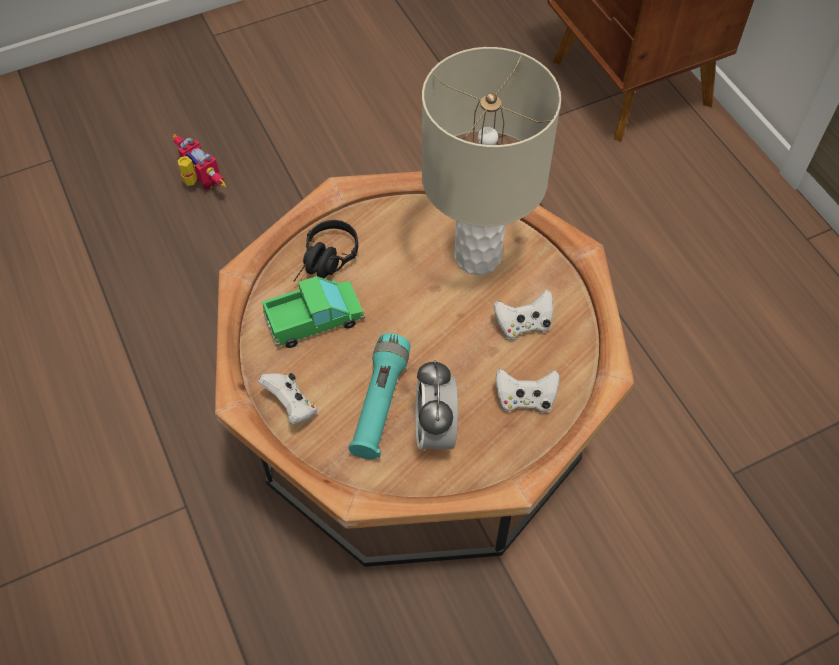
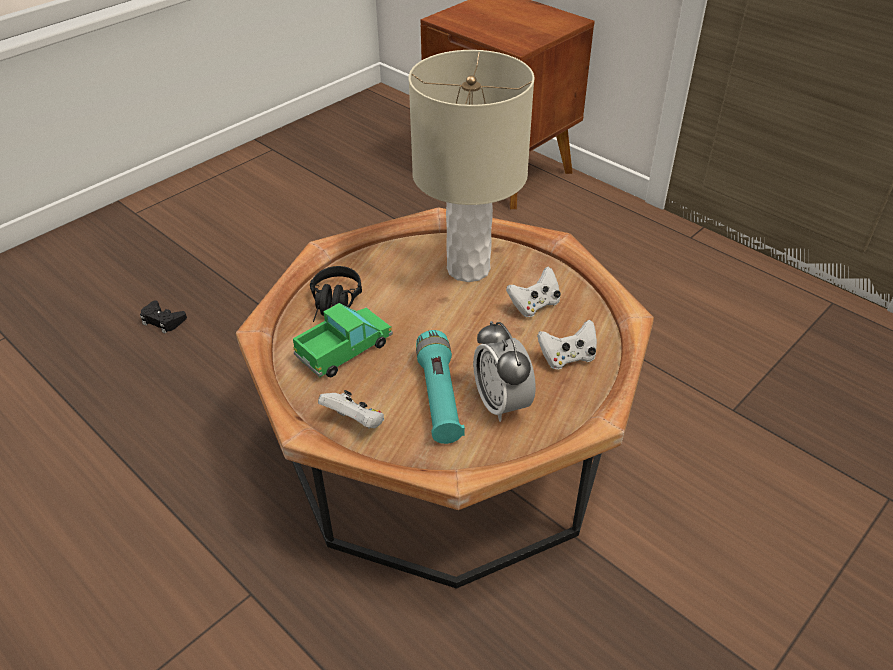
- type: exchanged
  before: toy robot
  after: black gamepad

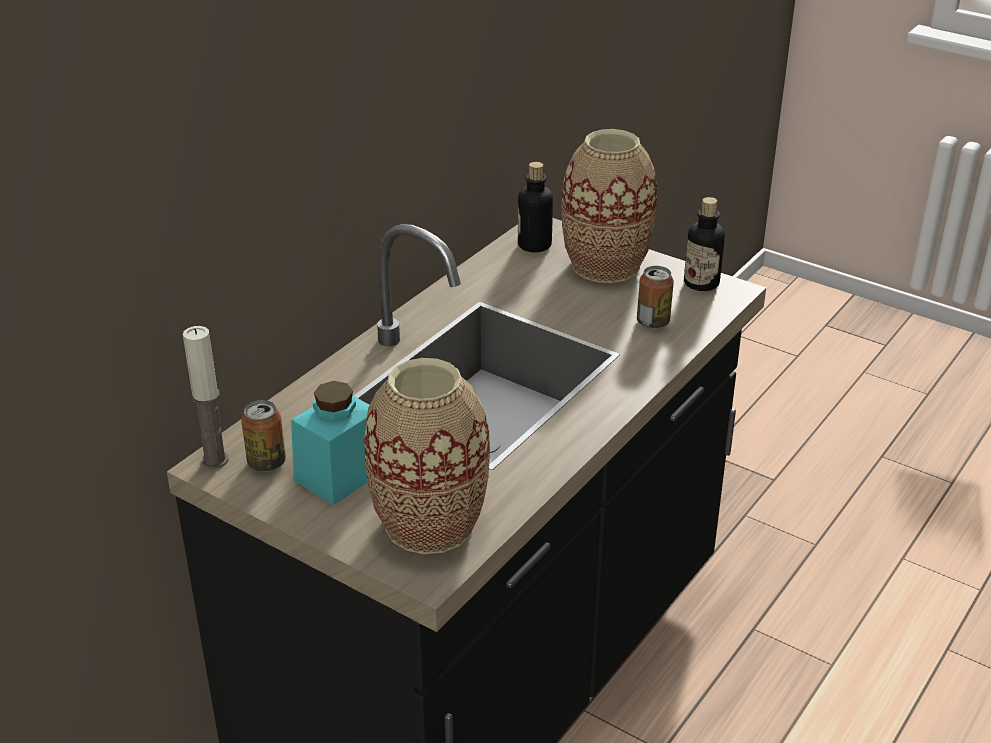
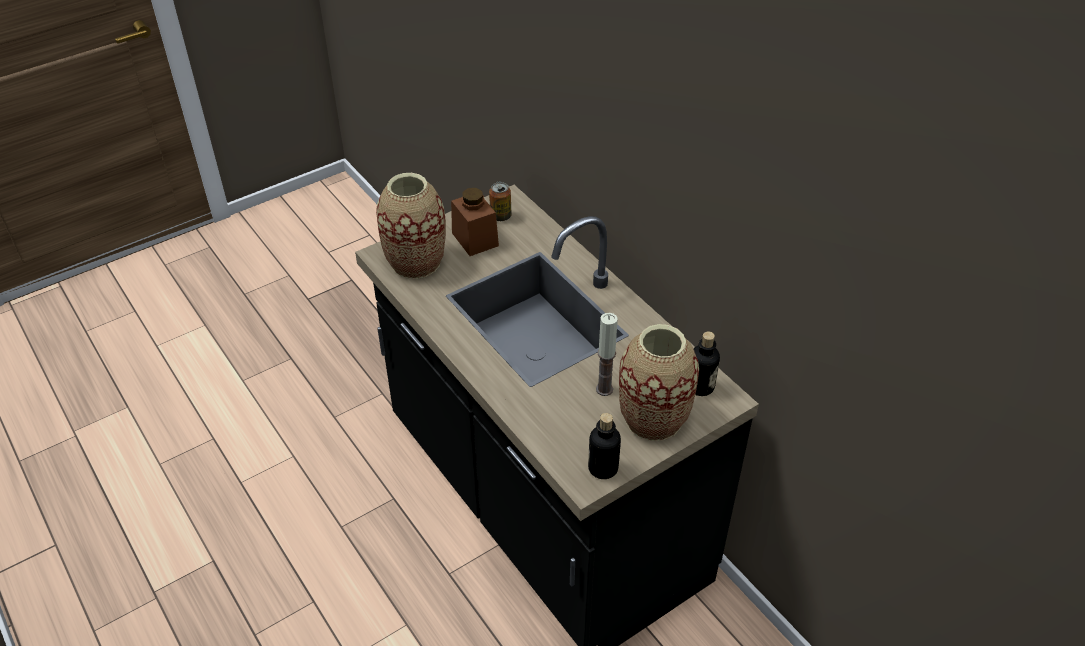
- type: colour
  before: blue-green storage jar
  after: brownish storage jar
- type: relocated
  before: candle
- type: missing
  before: metal can (no. 2 from left)

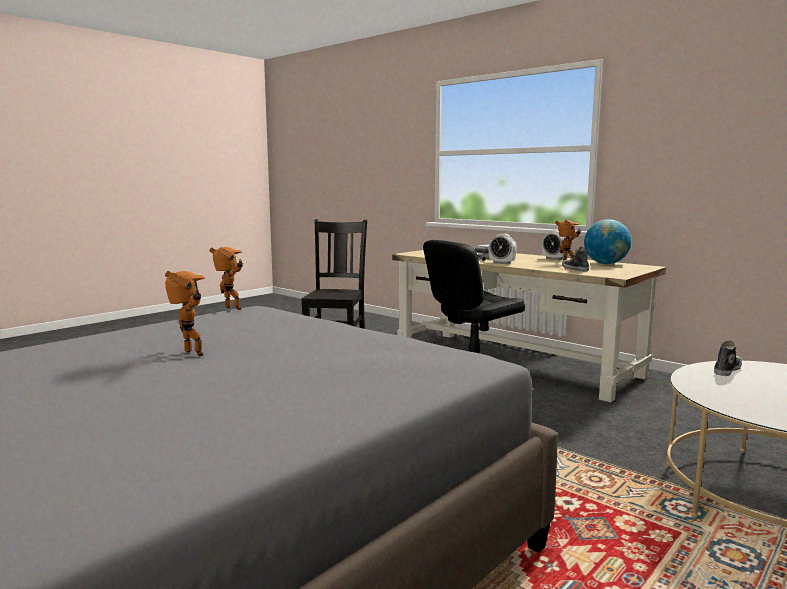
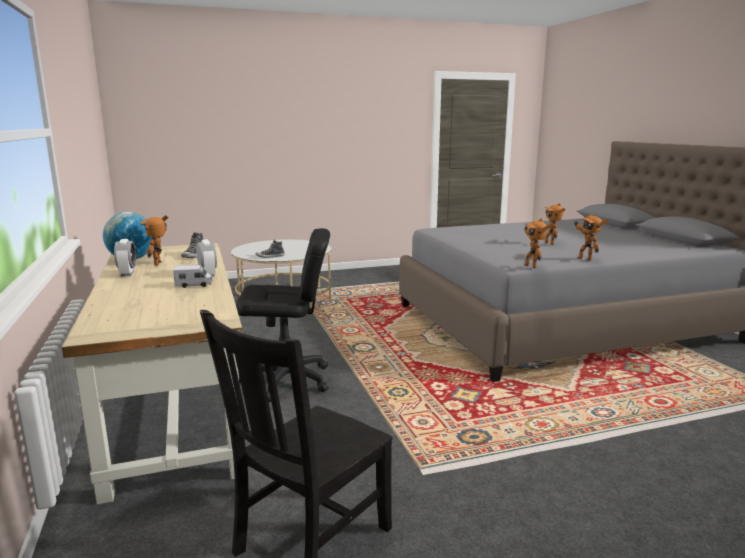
- type: appeared
  after: toy robot (no. 4 from left)

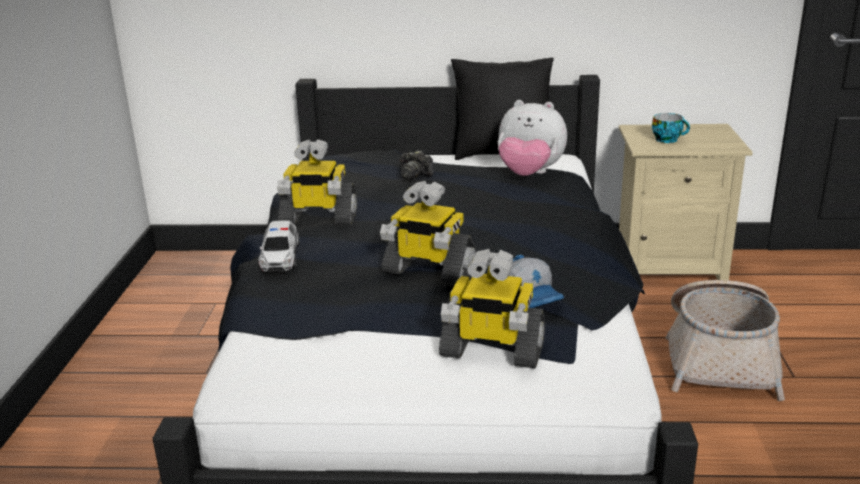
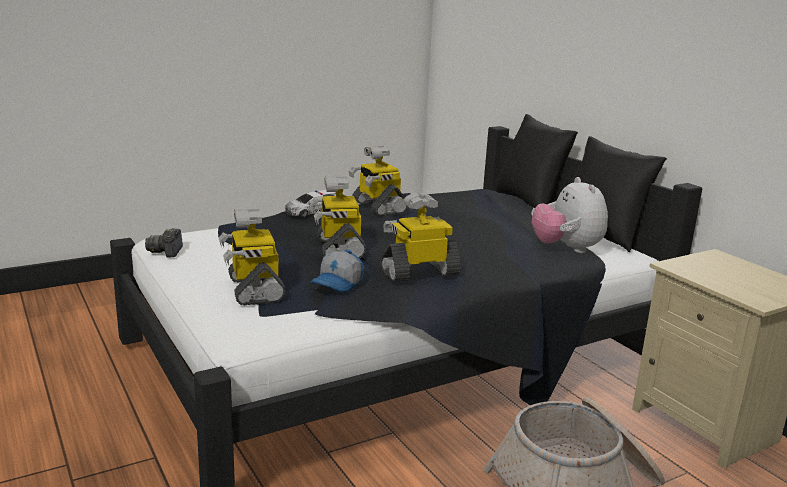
- type: relocated
  before: photo camera
- type: appeared
  after: toy robot (no. 4 from left)
- type: appeared
  after: black pillow (no. 1 from left)
- type: missing
  before: cup

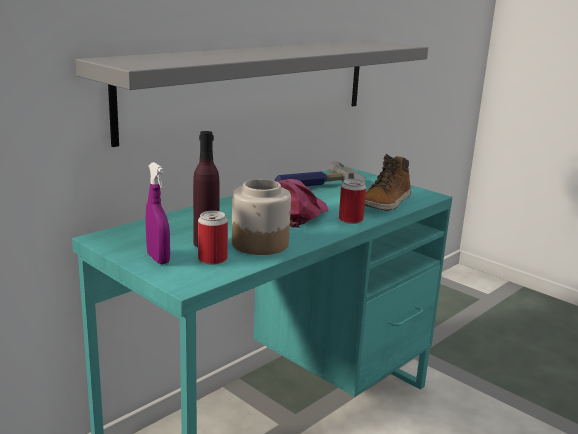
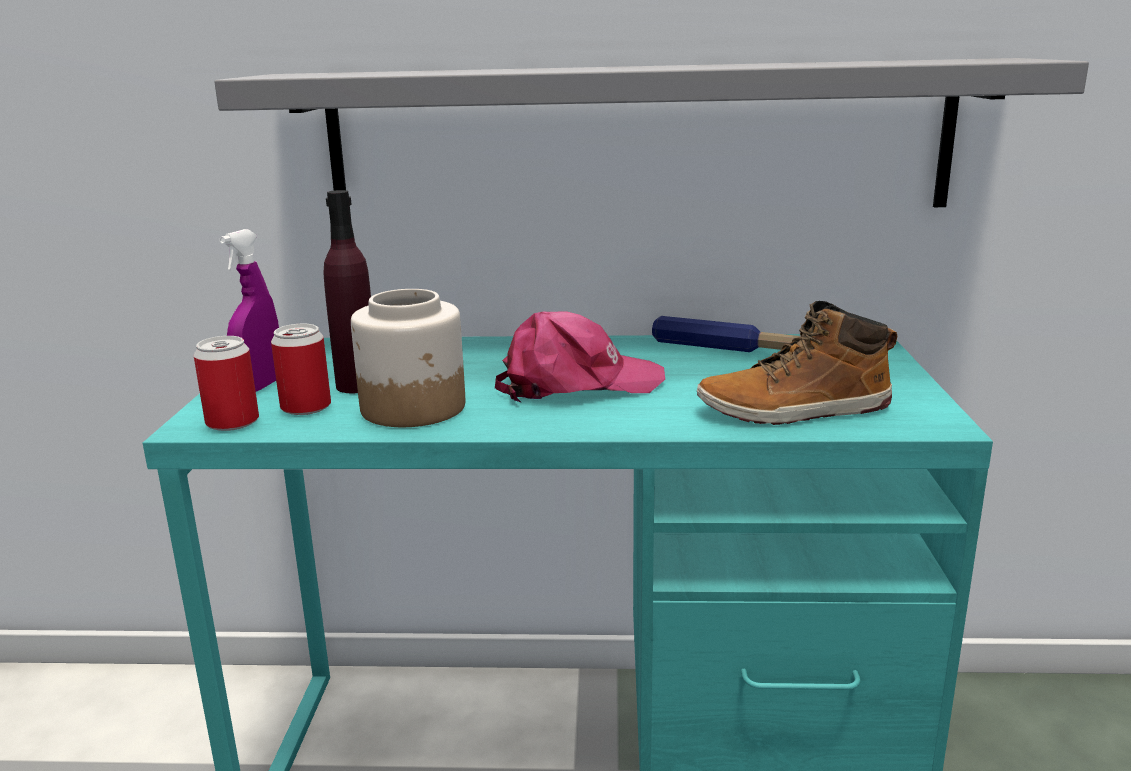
- type: relocated
  before: metal can (no. 2 from left in the first image)
  after: metal can (no. 1 from left)

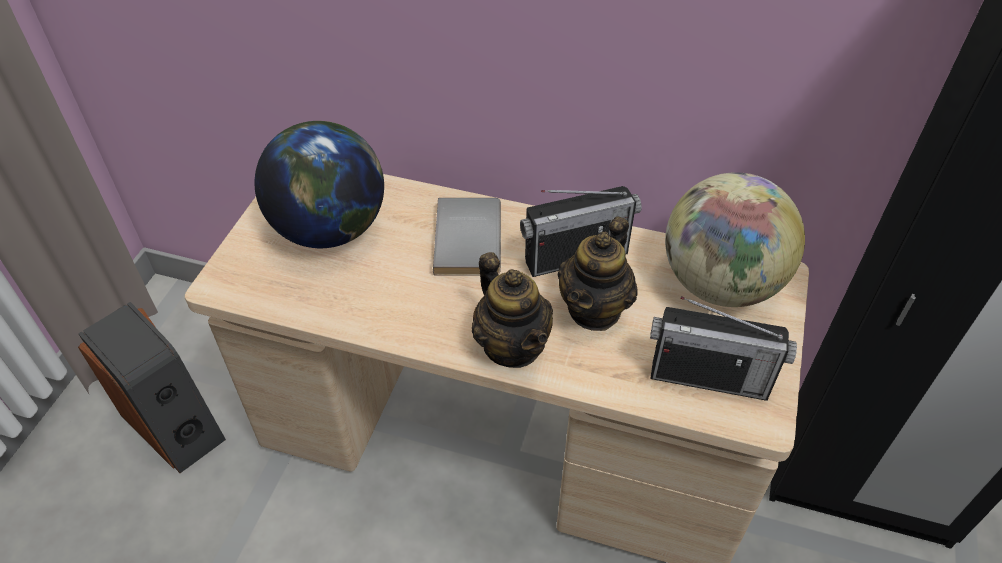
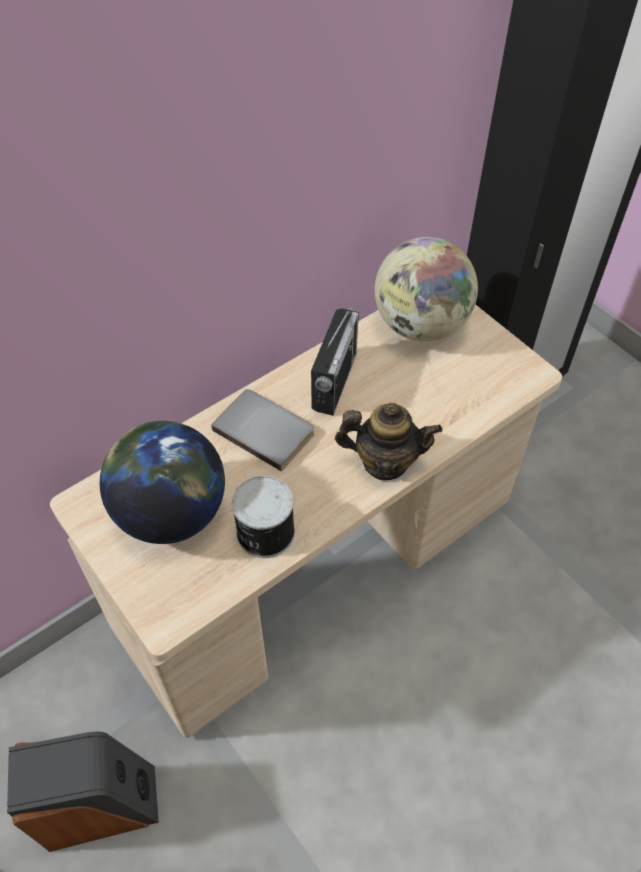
- type: appeared
  after: metal can
- type: missing
  before: pot for tea (no. 2 from left)
- type: missing
  before: radio set (no. 2 from left)

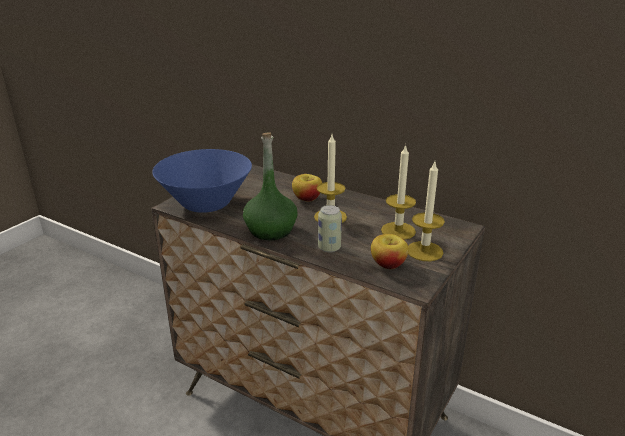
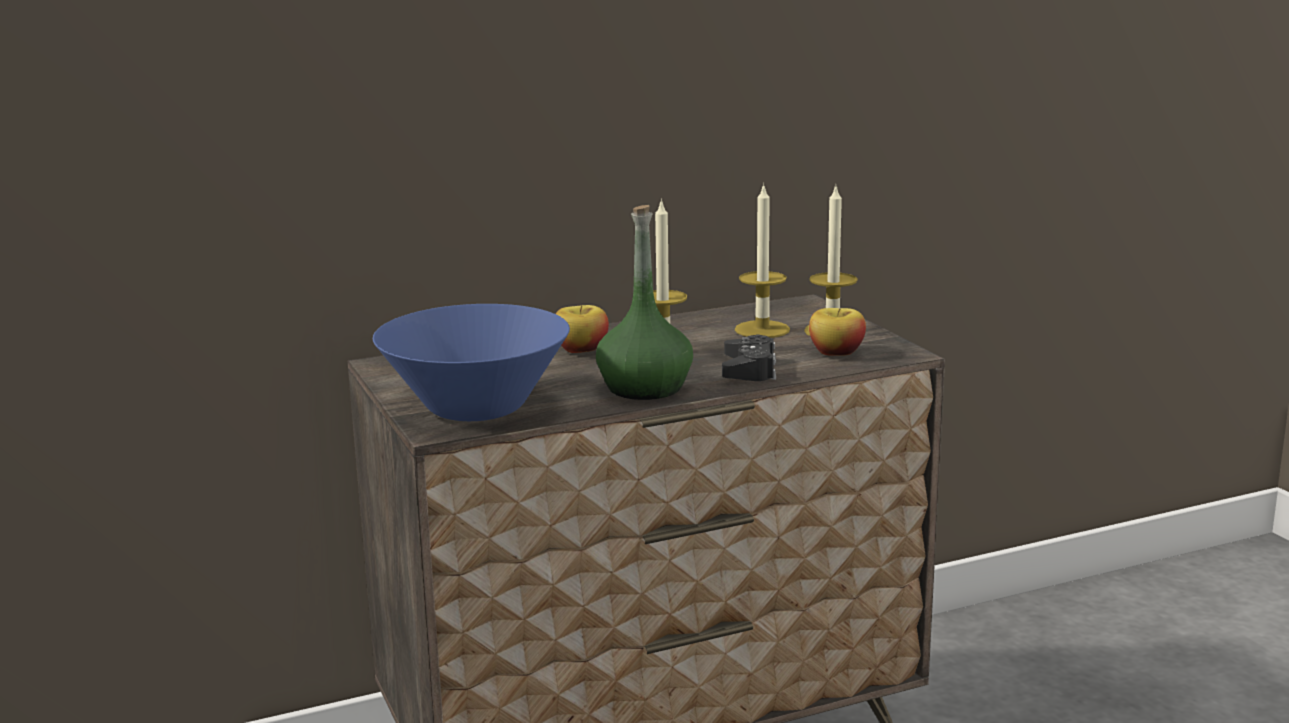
- type: exchanged
  before: metal can
  after: black gamepad

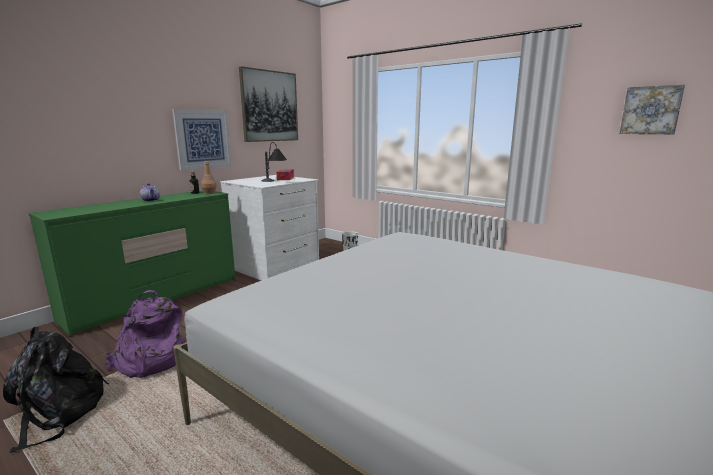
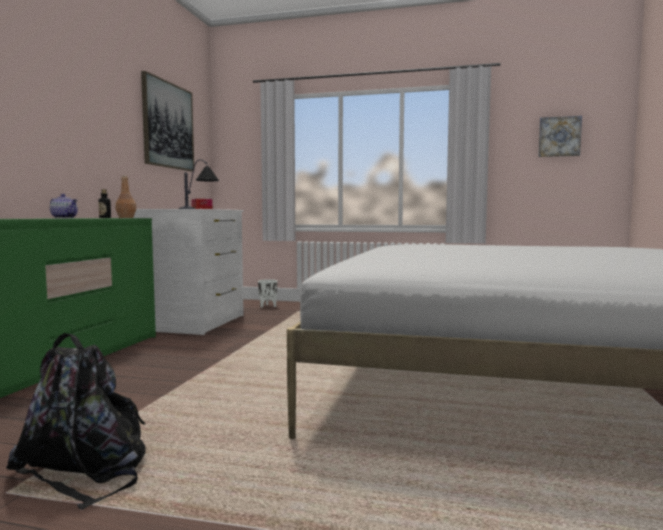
- type: missing
  before: purple rucksack
- type: missing
  before: wall art (no. 1 from left)

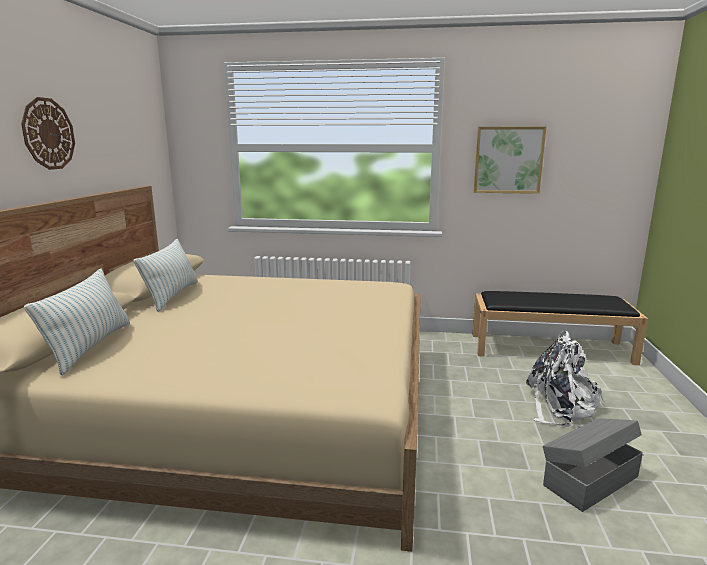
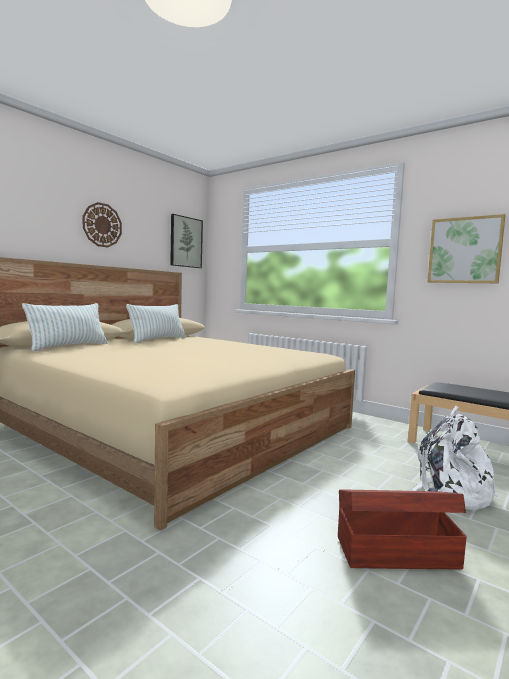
- type: appeared
  after: wall art (no. 1 from left)
- type: colour
  before: gray storage box
  after: brownish storage box

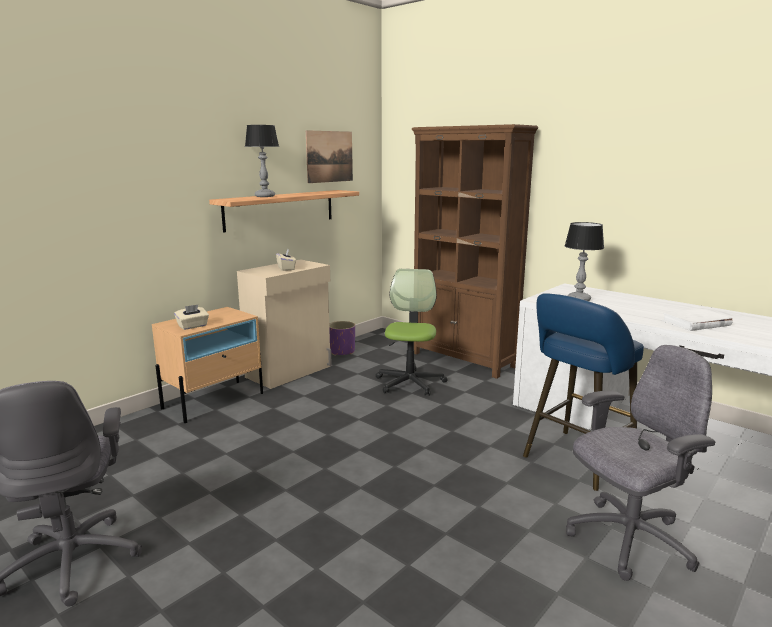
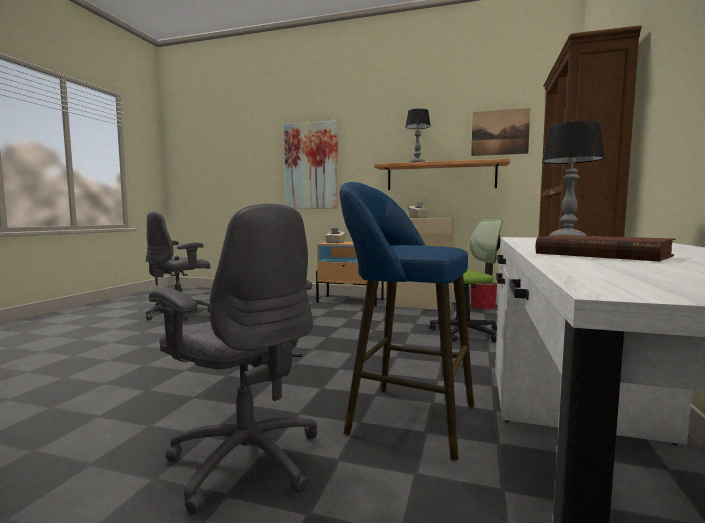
- type: appeared
  after: wall art (no. 1 from left)
- type: colour
  before: purple planter
  after: reddish planter
- type: colour
  before: white-coloured book
  after: brownish book

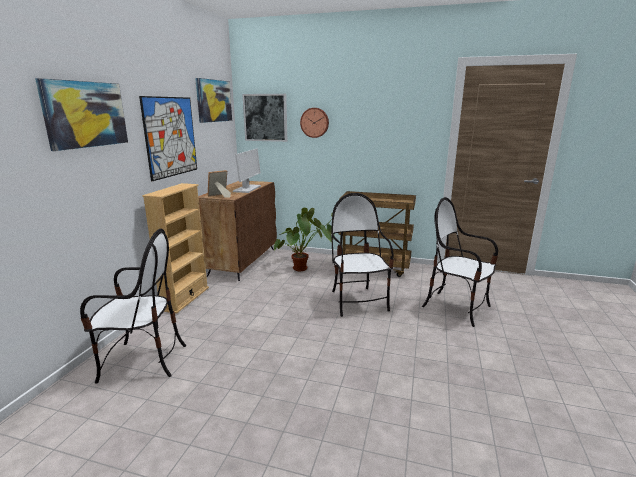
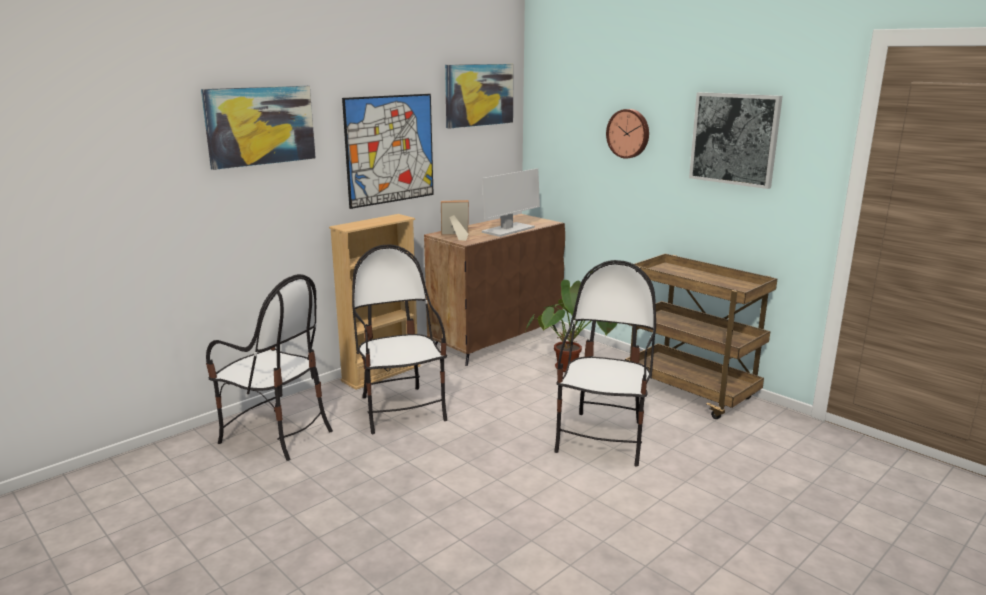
- type: relocated
  before: upright chair (no. 3 from left in the first image)
  after: upright chair (no. 2 from left)
- type: relocated
  before: wall art (no. 4 from left)

